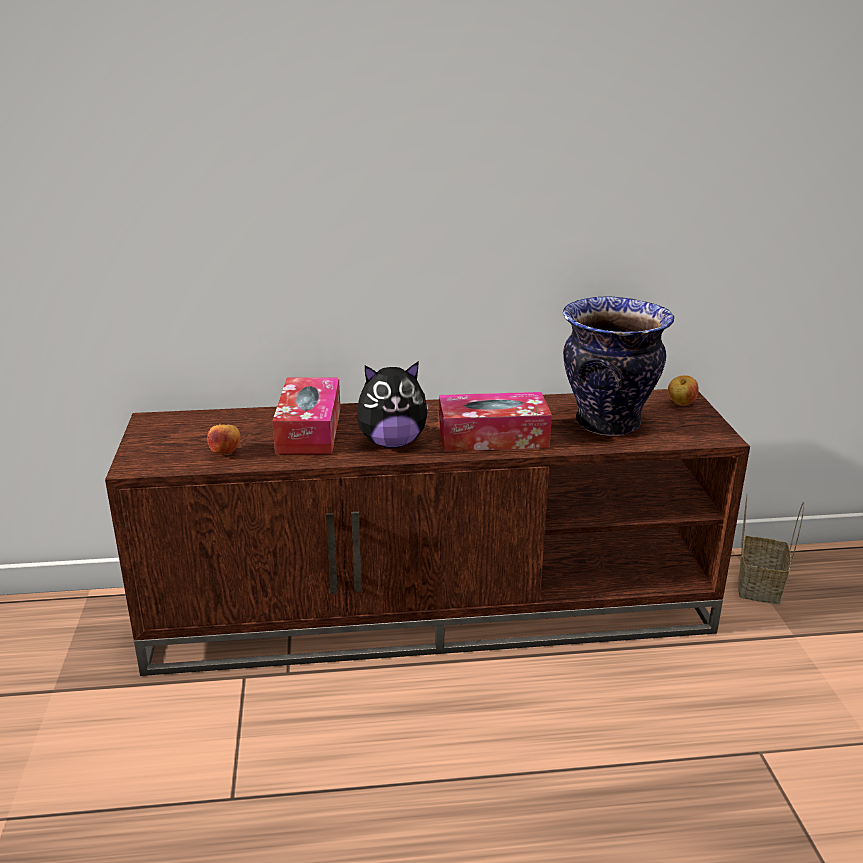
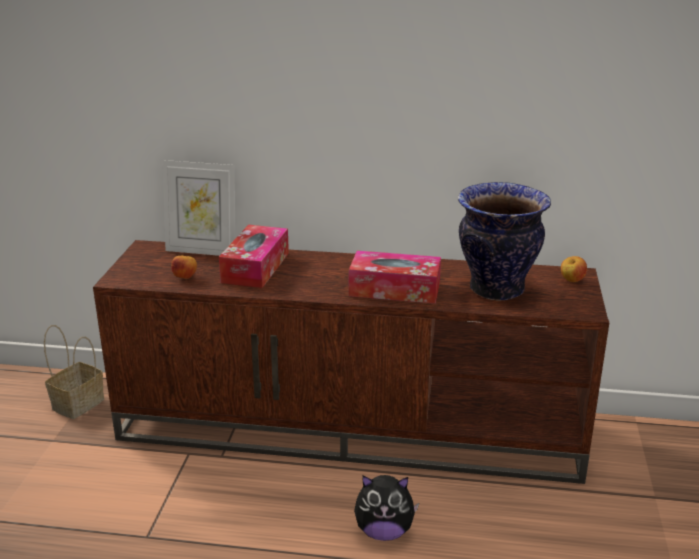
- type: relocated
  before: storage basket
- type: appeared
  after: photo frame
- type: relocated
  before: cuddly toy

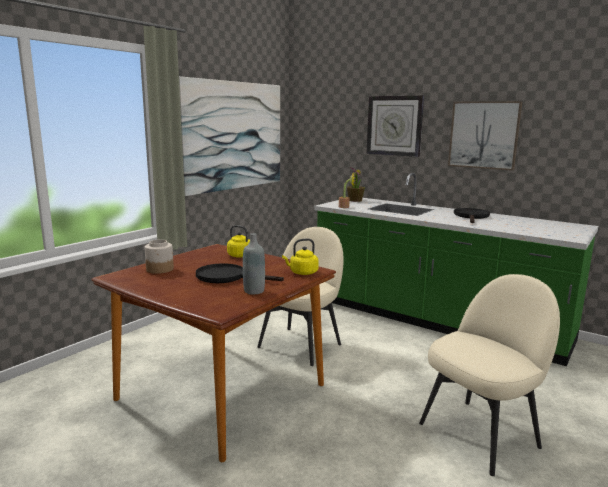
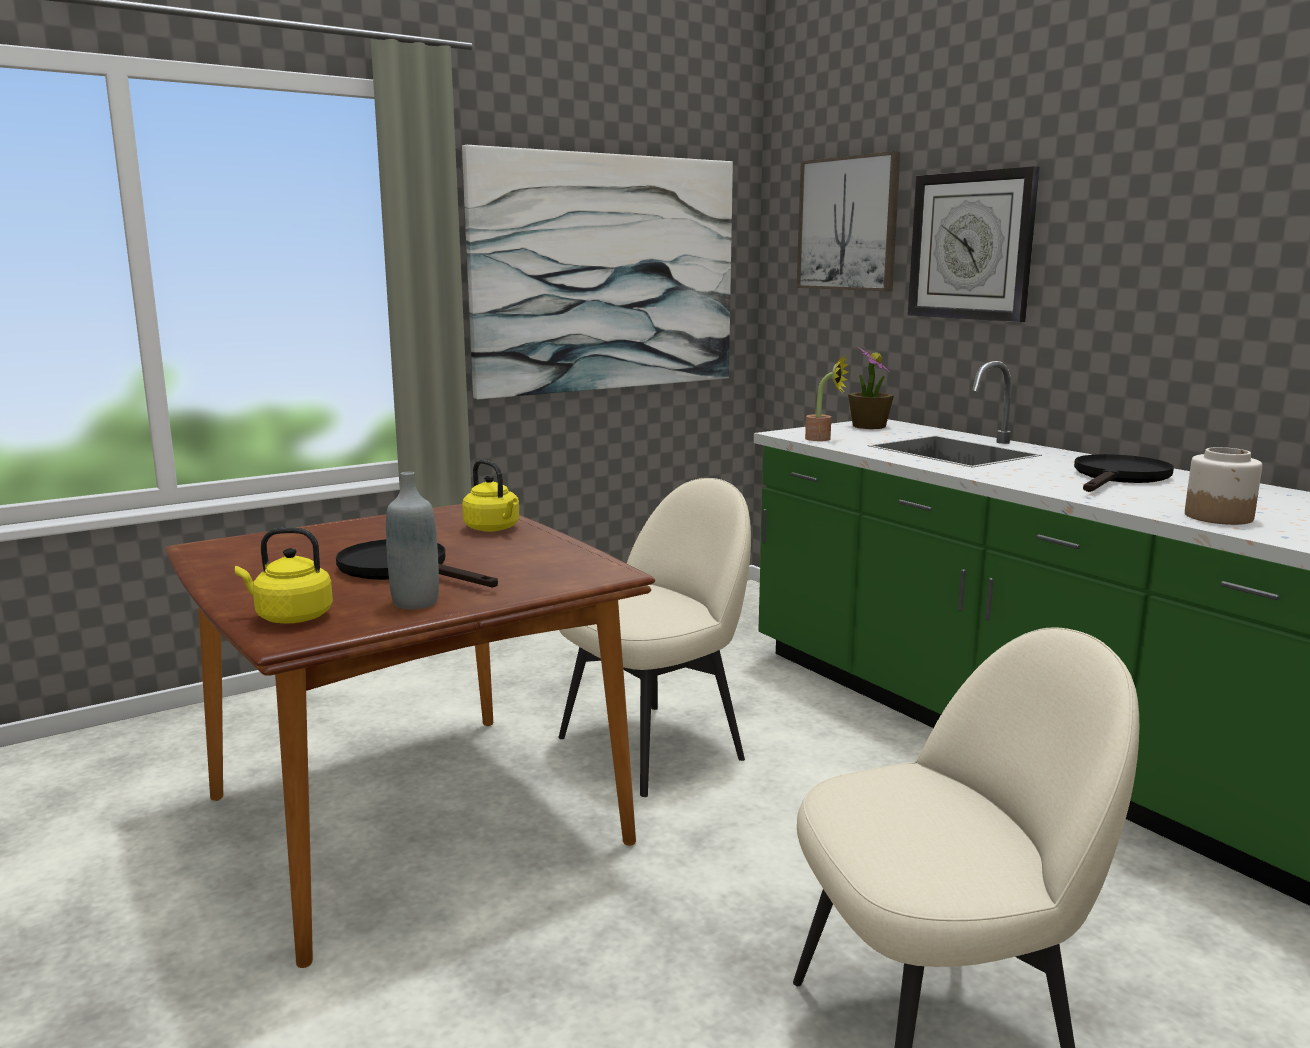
- type: relocated
  before: yellow water kettle (no. 2 from left in the first image)
  after: yellow water kettle (no. 1 from left)
- type: relocated
  before: wall art (no. 2 from left)
- type: relocated
  before: storage jar

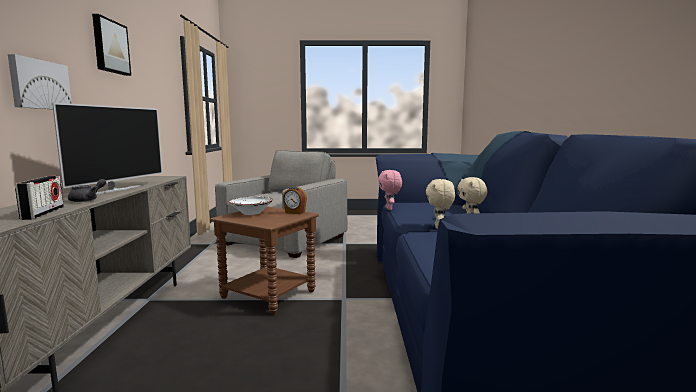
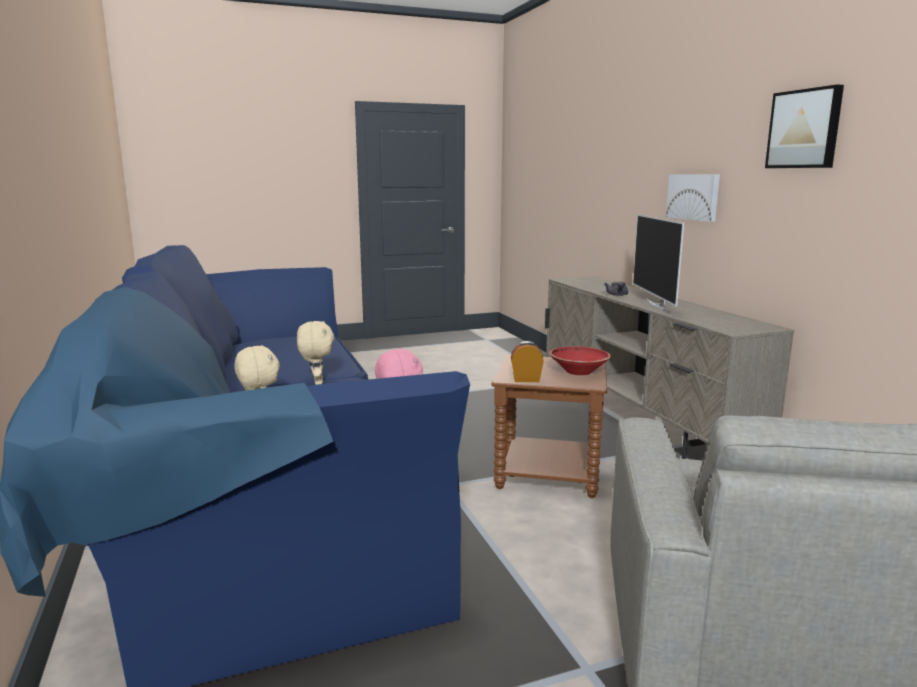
- type: colour
  before: white-coloured deep dish
  after: reddish deep dish
- type: missing
  before: radio set

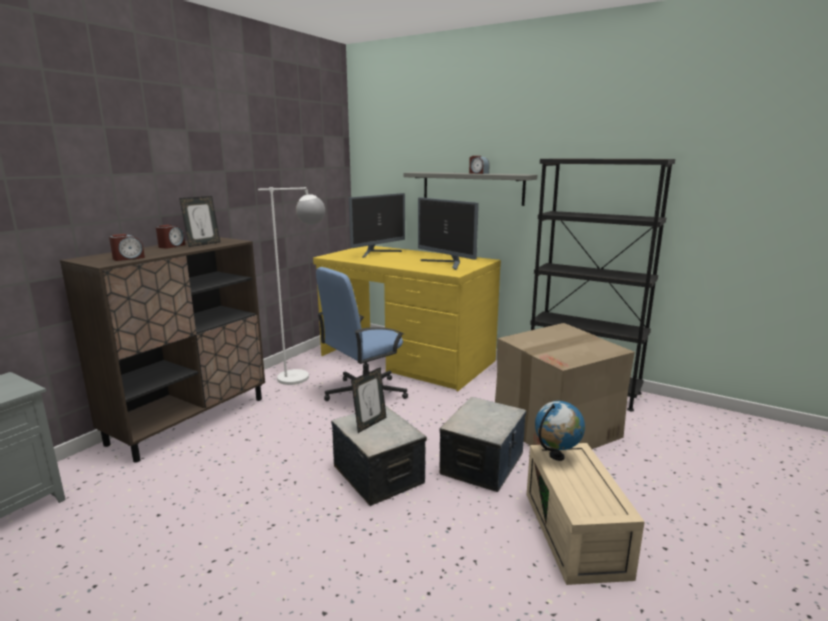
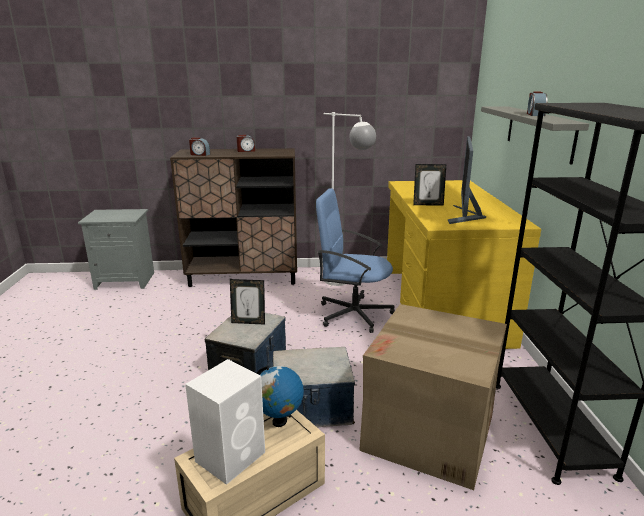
- type: appeared
  after: white-coloured loudspeaker
- type: relocated
  before: photo frame (no. 1 from left in the first image)
  after: photo frame (no. 2 from left)
- type: missing
  before: monitor (no. 1 from left)

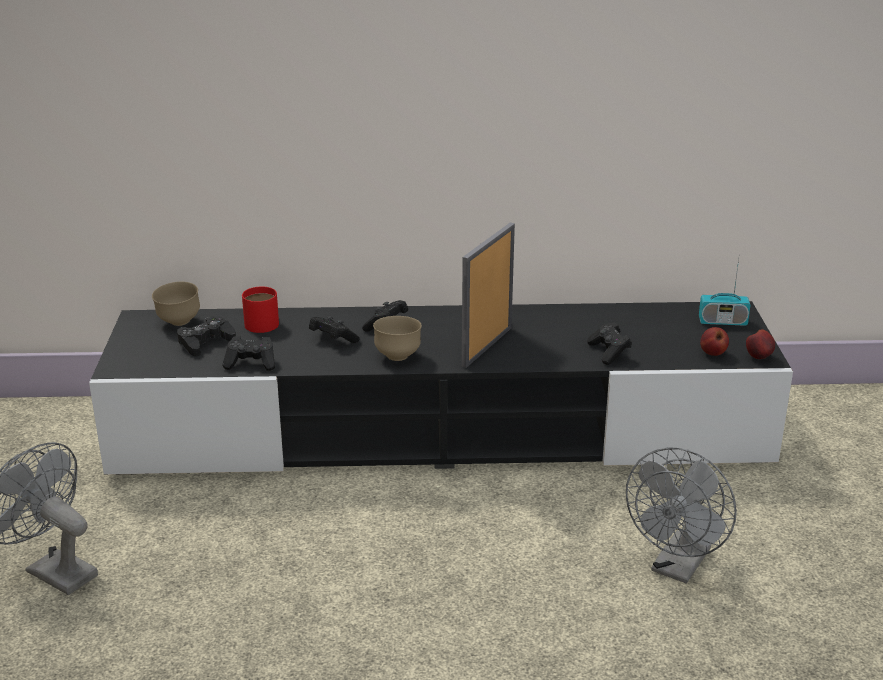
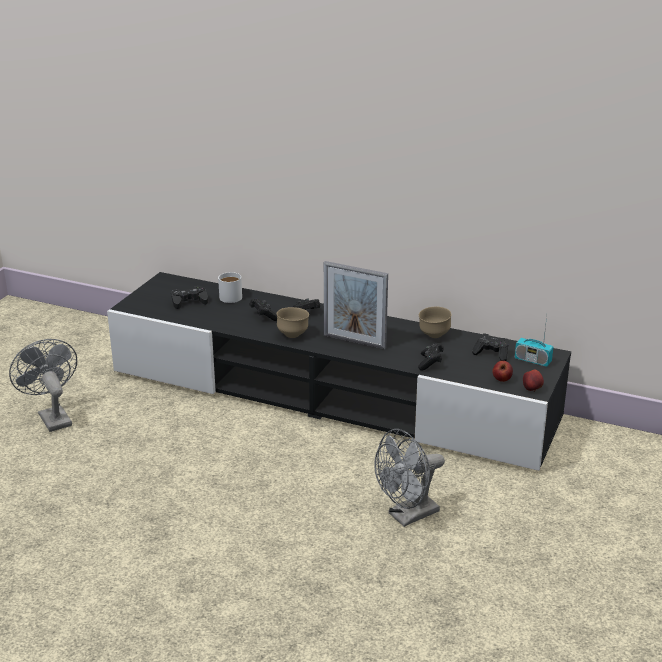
- type: colour
  before: reddish mug
  after: white-coloured mug
- type: spun
  before: photo frame
  turn: -120
- type: relocated
  before: brownish deep dish (no. 1 from left in the first image)
  after: brownish deep dish (no. 2 from left)
- type: relocated
  before: black gamepad (no. 2 from left in the first image)
  after: black gamepad (no. 5 from left)

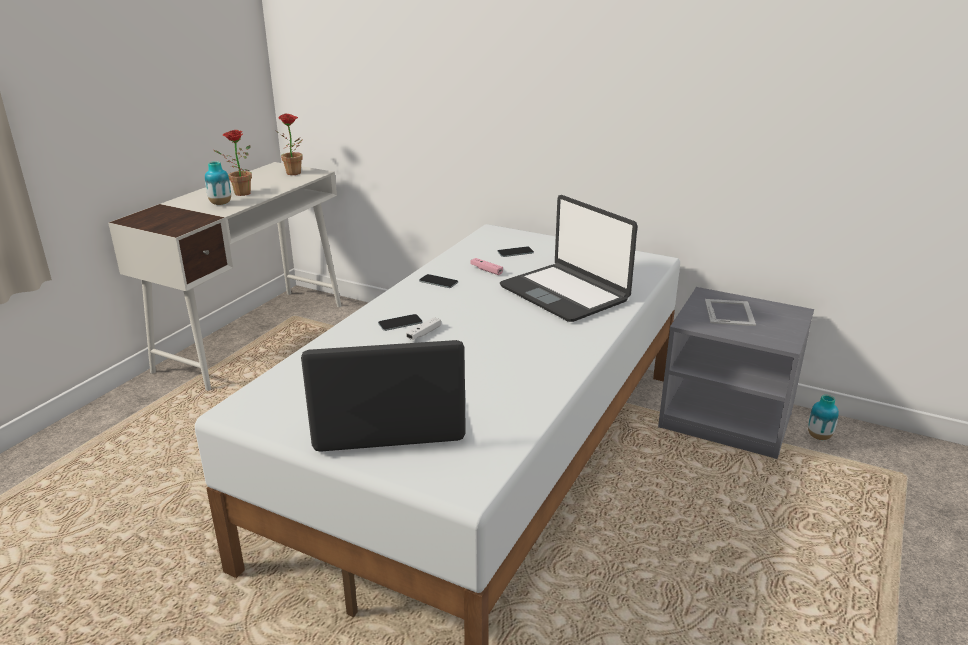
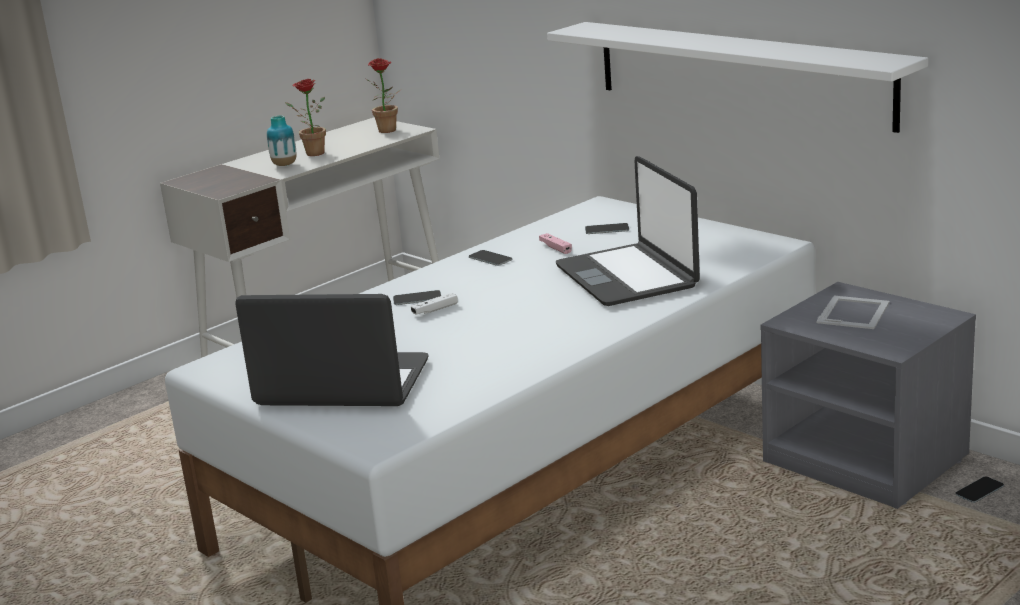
- type: appeared
  after: white-coloured bracket shelf
- type: exchanged
  before: vase (no. 2 from left)
  after: telephone (no. 4 from left)

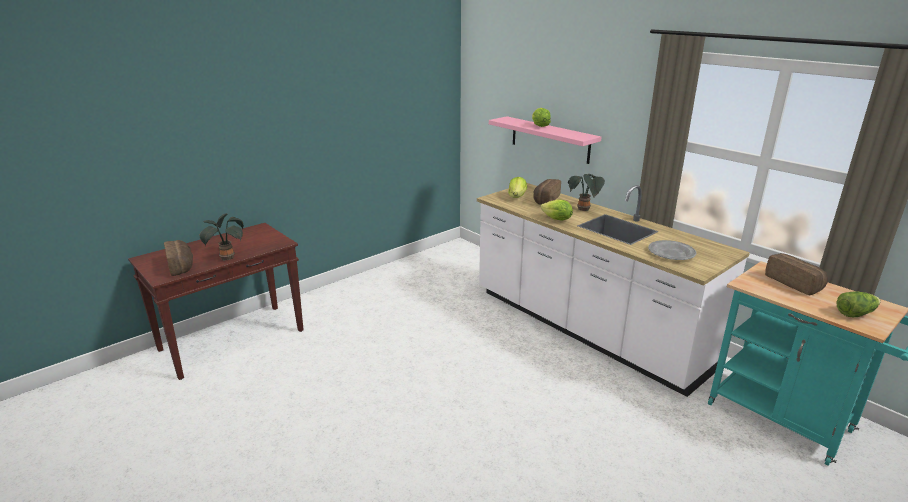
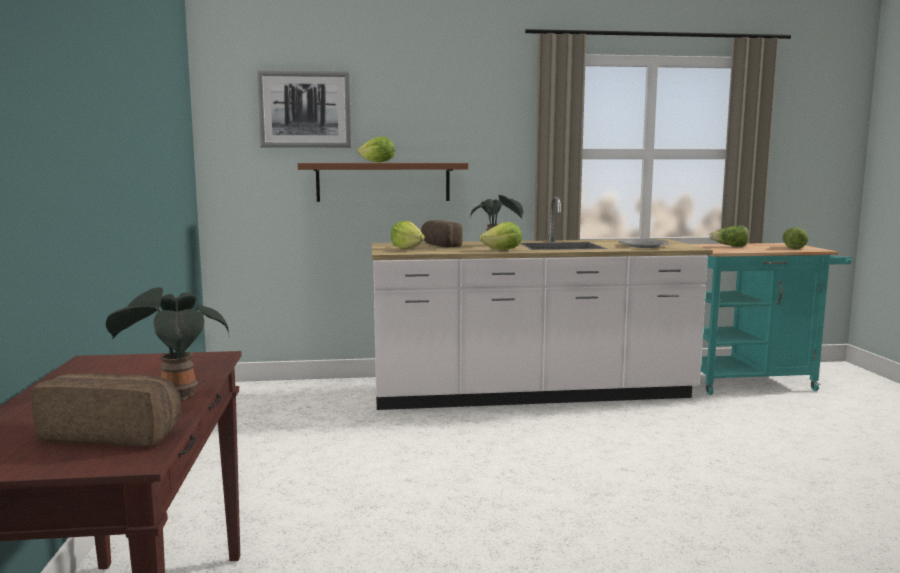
- type: appeared
  after: wall art
- type: colour
  before: pink bracket shelf
  after: brownish bracket shelf
- type: exchanged
  before: bakery bread (no. 3 from left)
  after: lettuce (no. 4 from left)

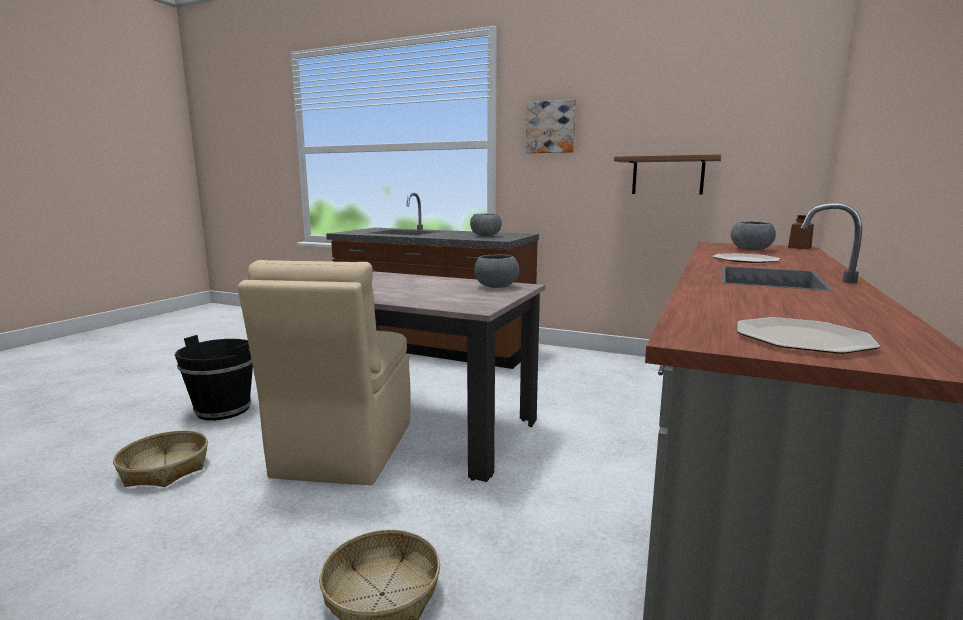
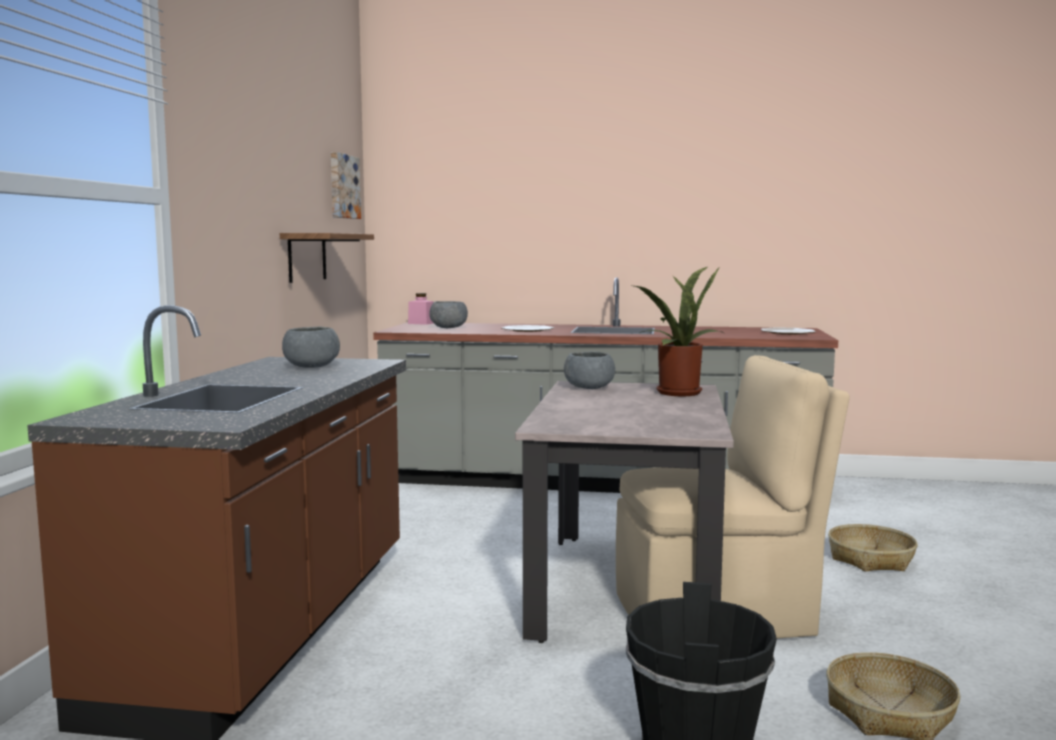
- type: relocated
  before: wall art
- type: colour
  before: brownish storage jar
  after: pink storage jar
- type: appeared
  after: potted plant

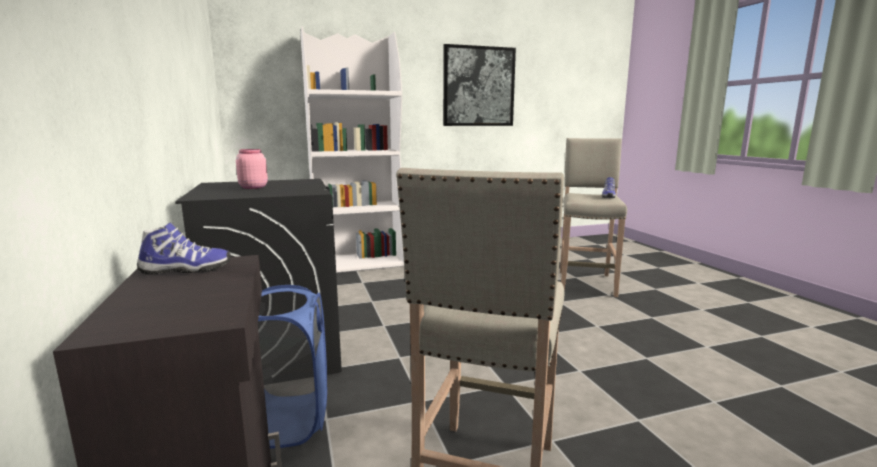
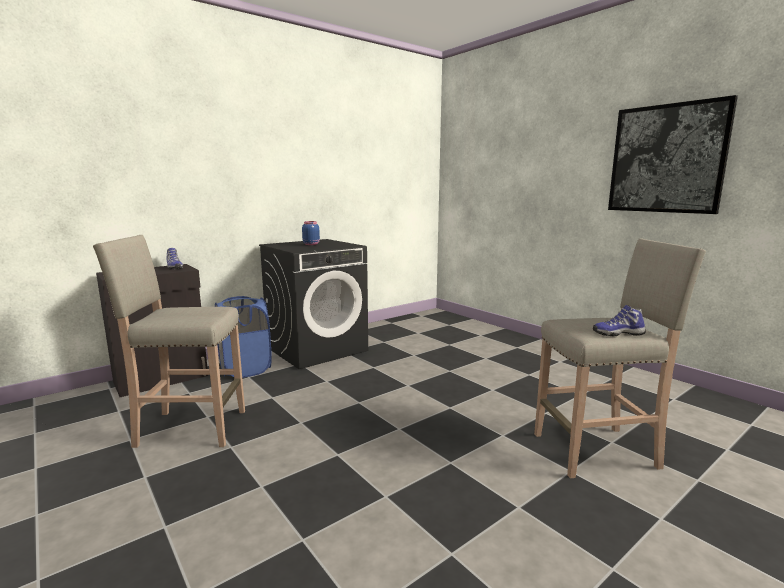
- type: colour
  before: pink storage jar
  after: bluish storage jar
- type: missing
  before: white-coloured bookcase

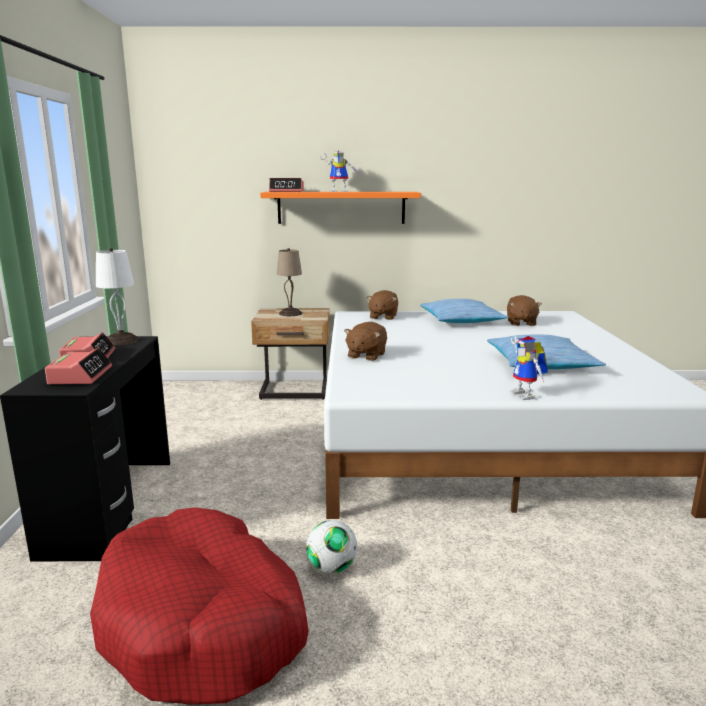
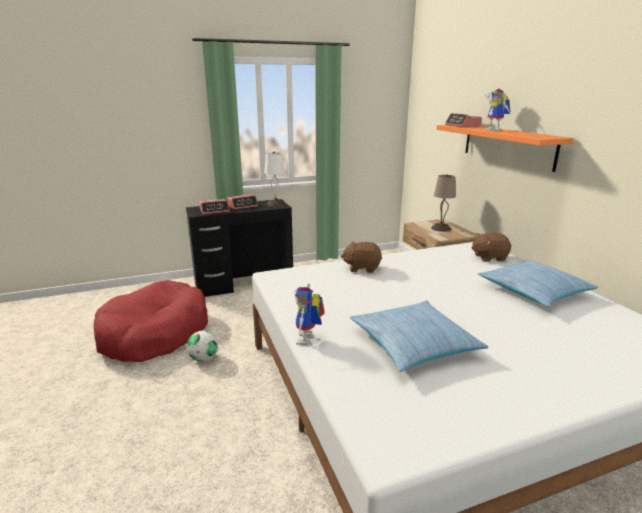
- type: spun
  before: toy robot (no. 2 from left in the first image)
  turn: -45
- type: missing
  before: brownish cuddly toy (no. 3 from left)

